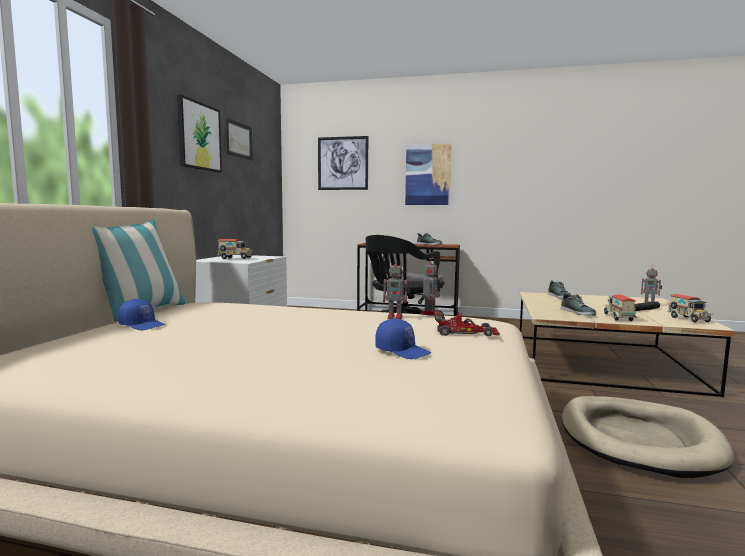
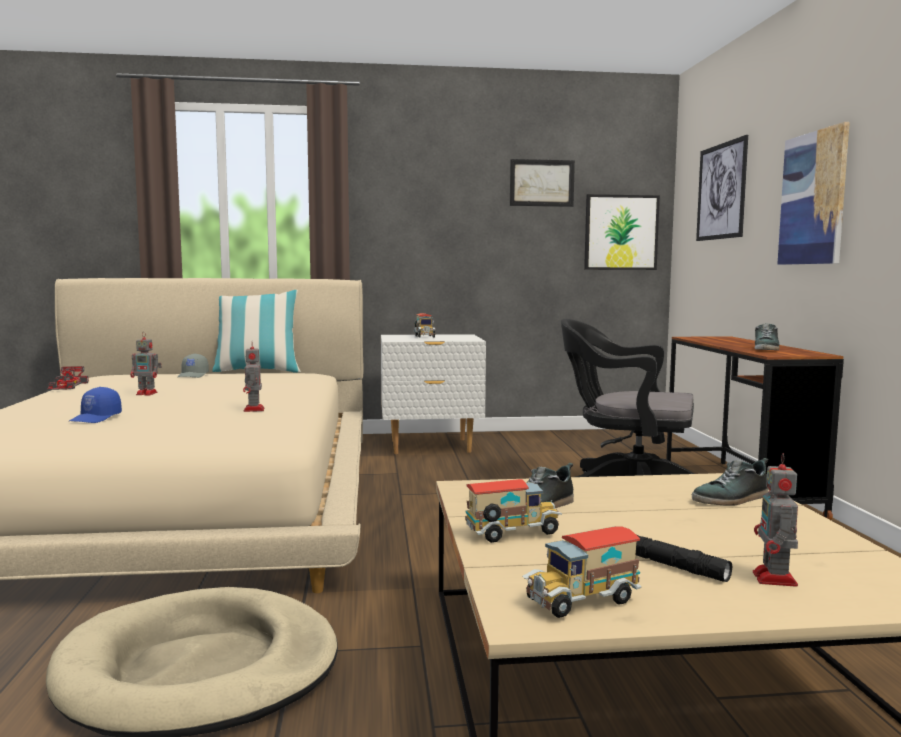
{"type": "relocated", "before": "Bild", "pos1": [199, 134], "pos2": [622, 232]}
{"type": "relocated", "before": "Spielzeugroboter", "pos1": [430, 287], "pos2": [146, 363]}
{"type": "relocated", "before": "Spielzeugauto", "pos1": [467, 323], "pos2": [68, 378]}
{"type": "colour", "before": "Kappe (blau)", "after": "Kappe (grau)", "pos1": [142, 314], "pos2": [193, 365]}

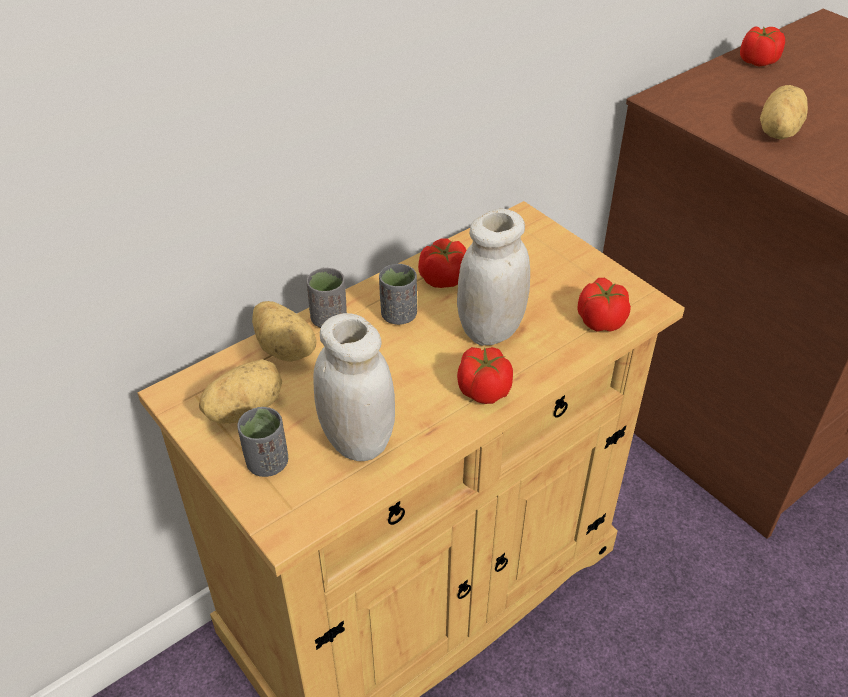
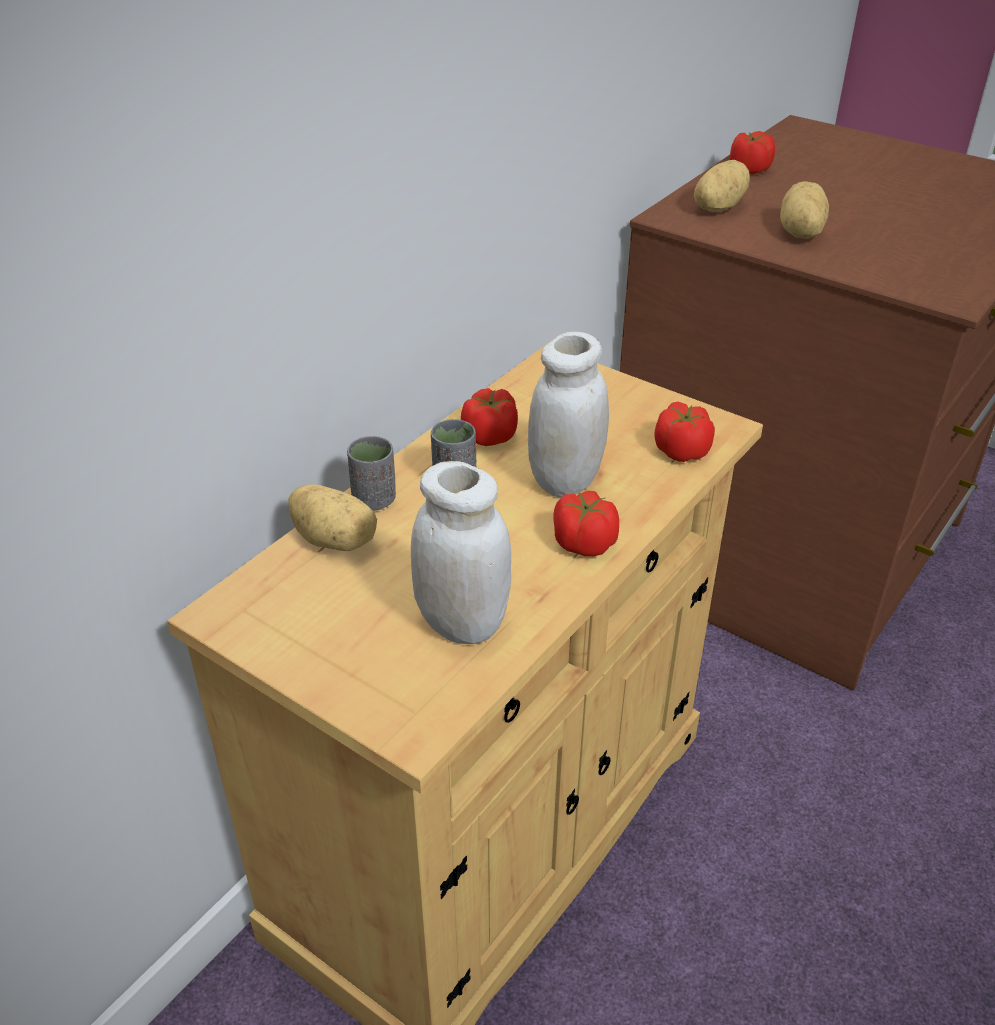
{"type": "missing", "before": "Tasse (grau)", "pos1": [262, 442]}
{"type": "relocated", "before": "Kartoffel", "pos1": [240, 391], "pos2": [722, 186]}

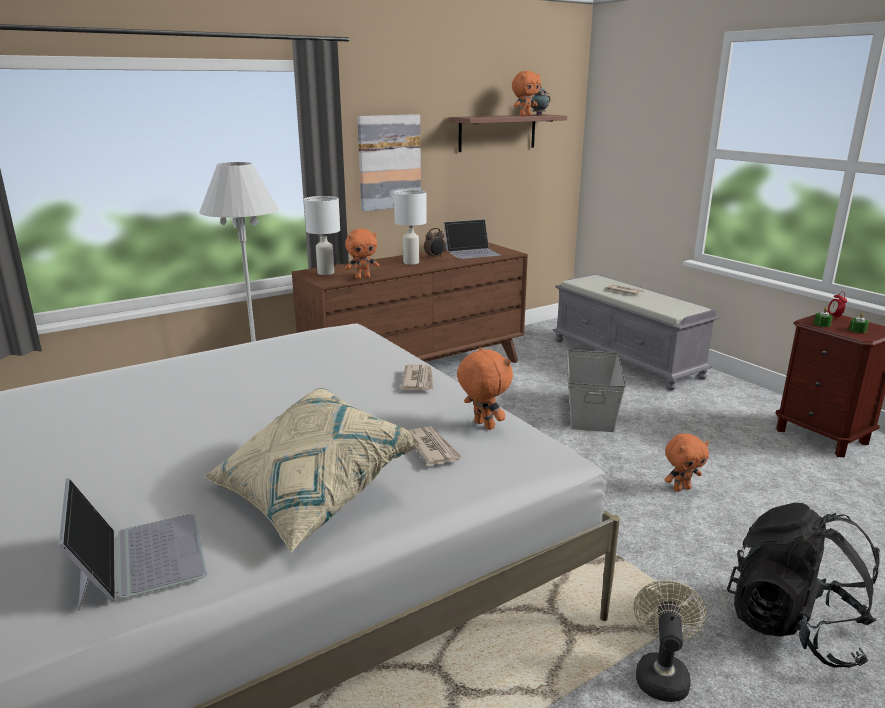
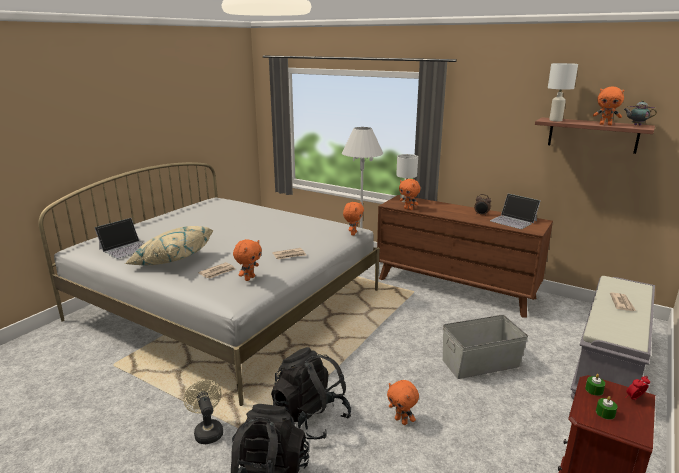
{"type": "missing", "before": "Bild", "pos1": [389, 163]}
{"type": "appeared", "after": "Rucksack (schwarz)", "pos2": [311, 393]}
{"type": "appeared", "after": "Plüschtier (orange)", "pos2": [353, 218]}
{"type": "relocated", "before": "Tischlampe (weiß)", "pos1": [410, 227], "pos2": [563, 92]}
{"type": "spun", "before": "Ventilator (beige)", "pos1": [670, 641], "pos2": [203, 412], "turn": -105}

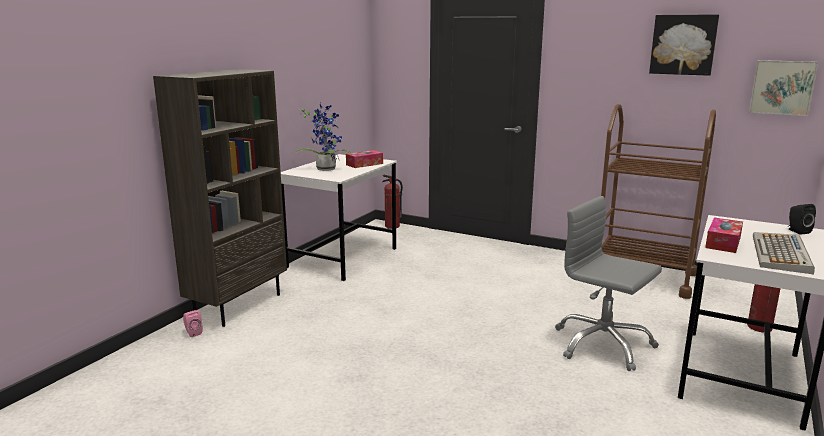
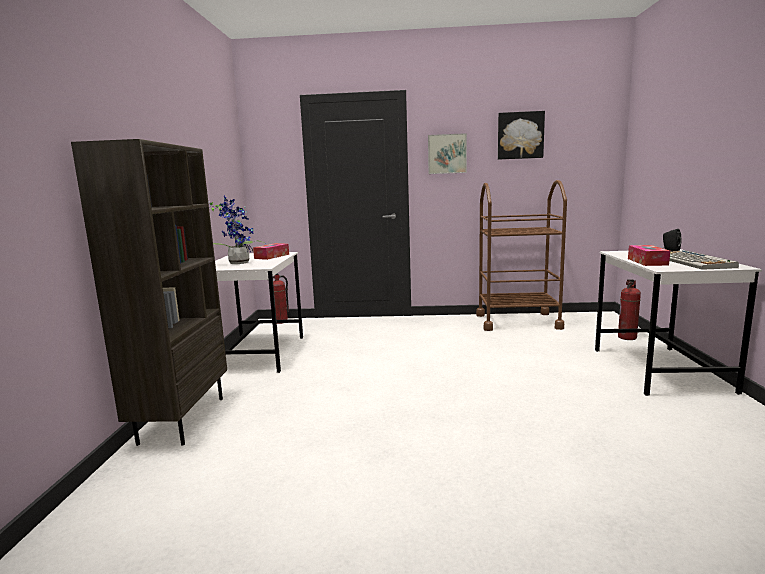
{"type": "missing", "before": "Lautsprecher (rosa)", "pos1": [193, 323]}
{"type": "missing", "before": "Bürostuhl (grau)", "pos1": [608, 283]}
{"type": "relocated", "before": "Bild", "pos1": [783, 88], "pos2": [447, 153]}

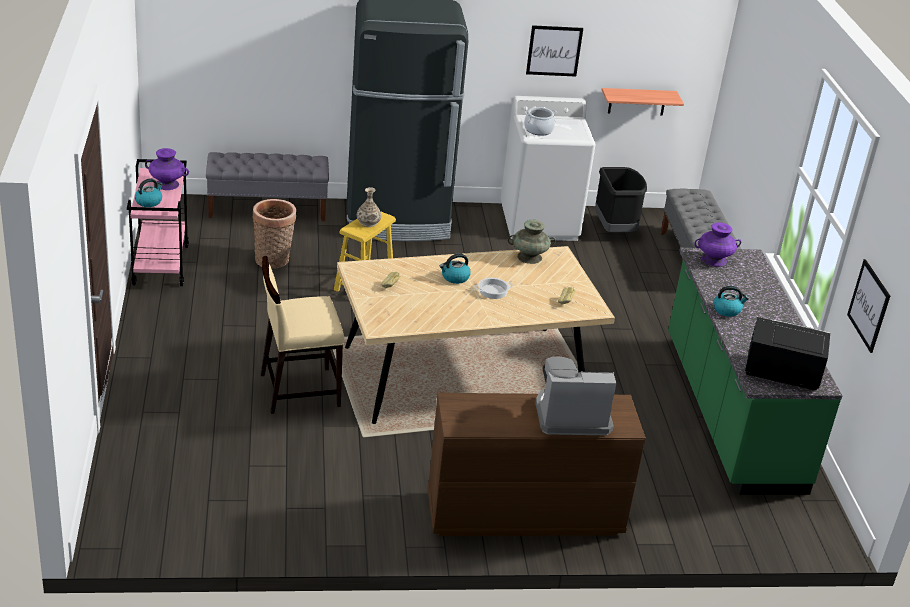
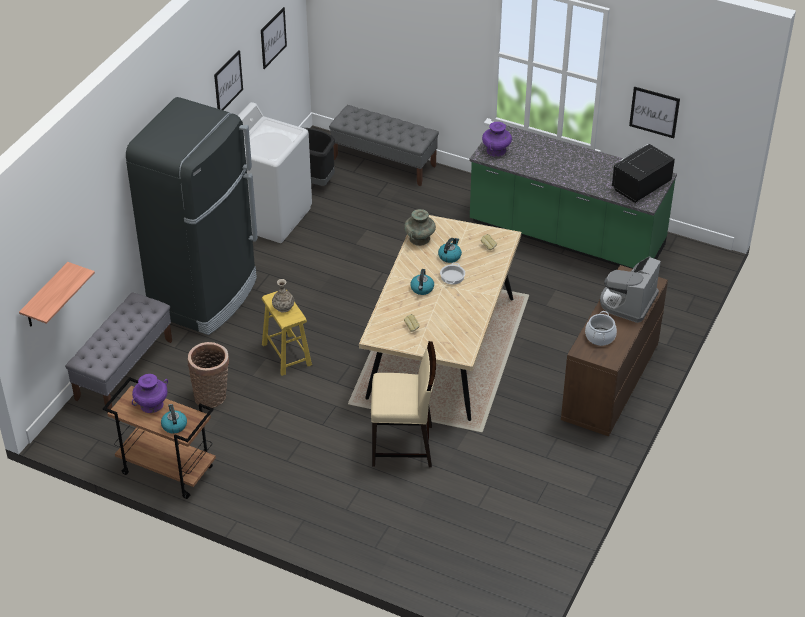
{"type": "appeared", "after": "Bild", "pos2": [274, 38]}
{"type": "relocated", "before": "Kochtopf", "pos1": [540, 121], "pos2": [601, 328]}
{"type": "relocated", "before": "Wandregal", "pos1": [643, 101], "pos2": [57, 294]}
{"type": "relocated", "before": "Wasserkessel", "pos1": [731, 301], "pos2": [450, 250]}
{"type": "colour", "before": "Rollwagen (rosa)", "after": "Rollwagen (braun)", "pos1": [158, 222], "pos2": [159, 438]}
{"type": "spun", "before": "Stuhl (beige)", "pos1": [302, 335], "pos2": [403, 404], "turn": -105}

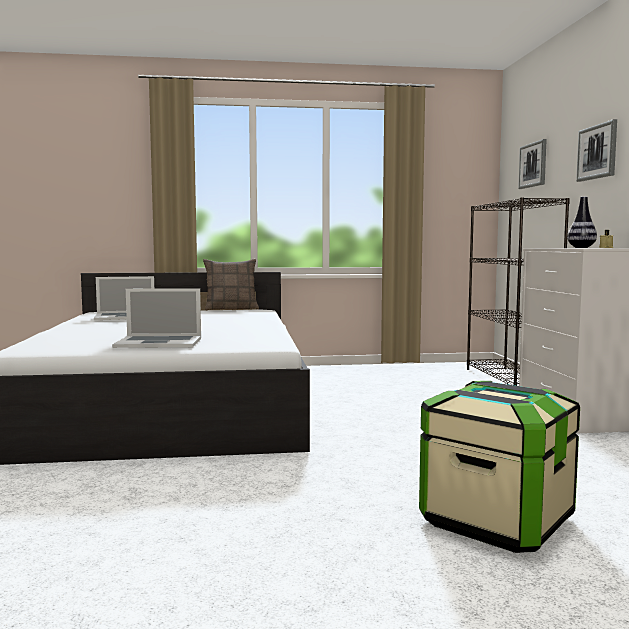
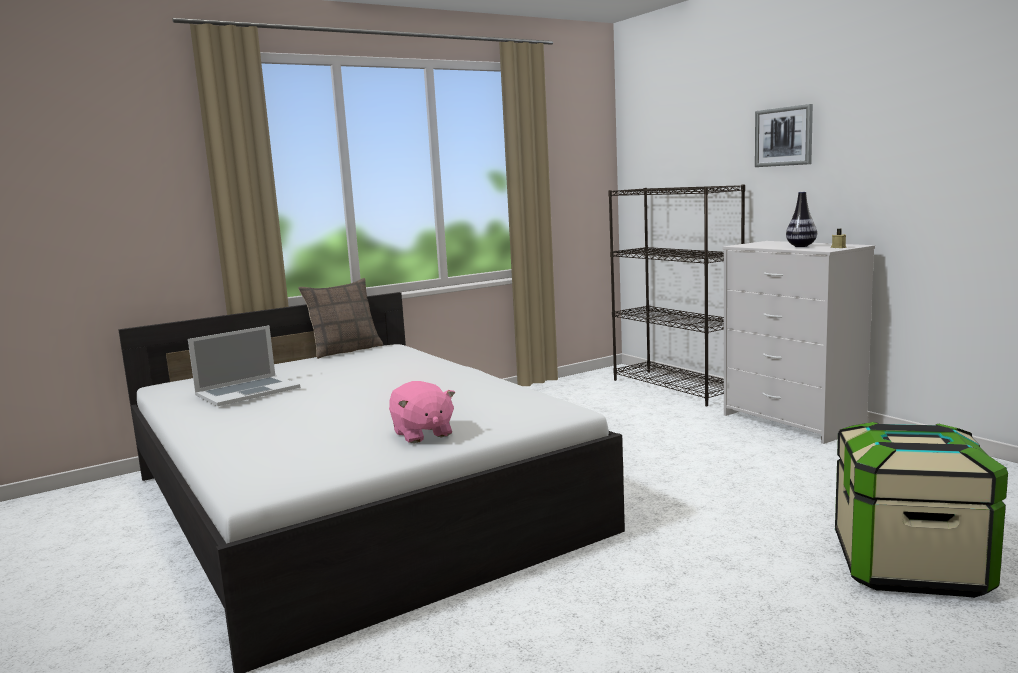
{"type": "missing", "before": "Bild", "pos1": [532, 164]}
{"type": "exchanged", "before": "Laptop", "after": "Plüschtier (rosa)", "pos1": [156, 318], "pos2": [422, 412]}

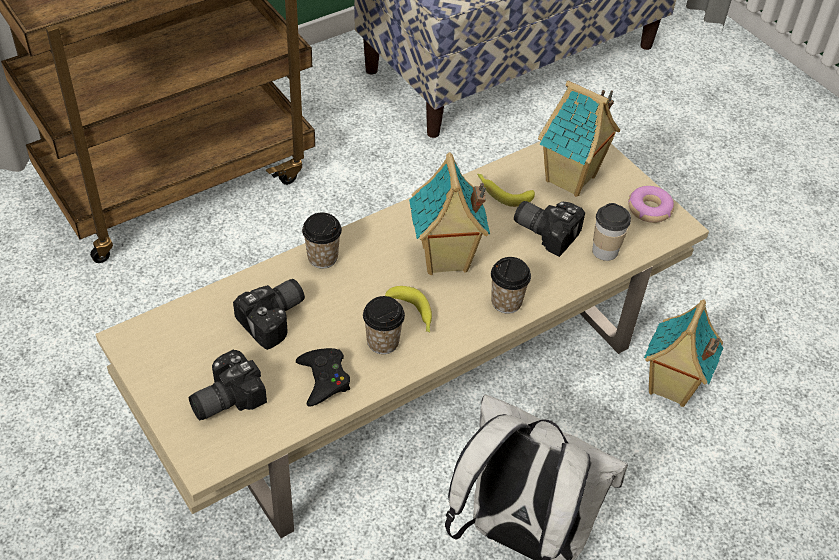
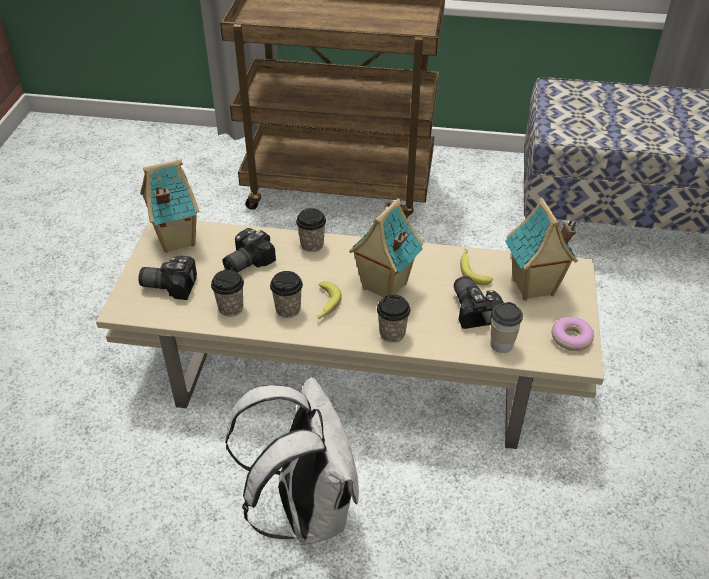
{"type": "relocated", "before": "Spielzeughaus", "pos1": [683, 353], "pos2": [169, 206]}
{"type": "exchanged", "before": "Gamepad (schwarz)", "after": "Tasse", "pos1": [323, 377], "pos2": [227, 293]}
{"type": "spun", "before": "Kamera", "pos1": [269, 314], "pos2": [249, 250], "turn": 135}

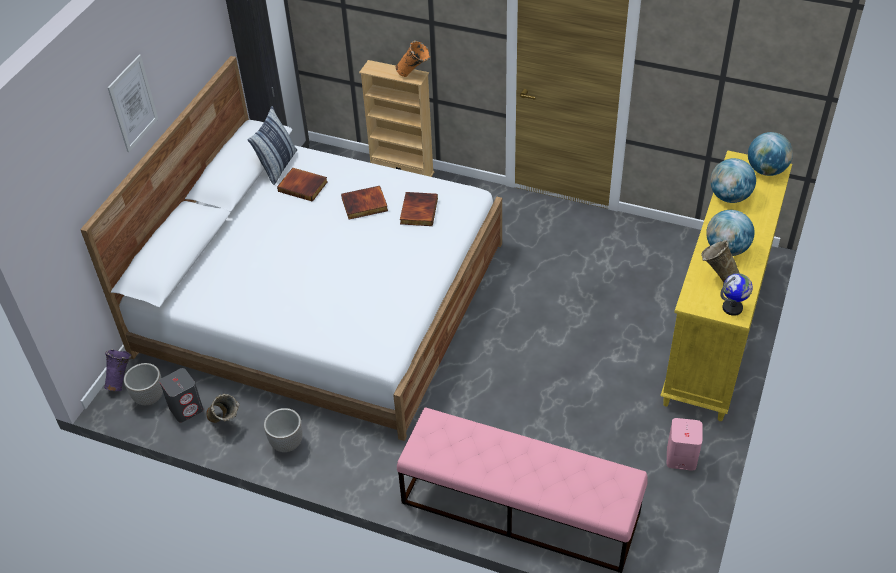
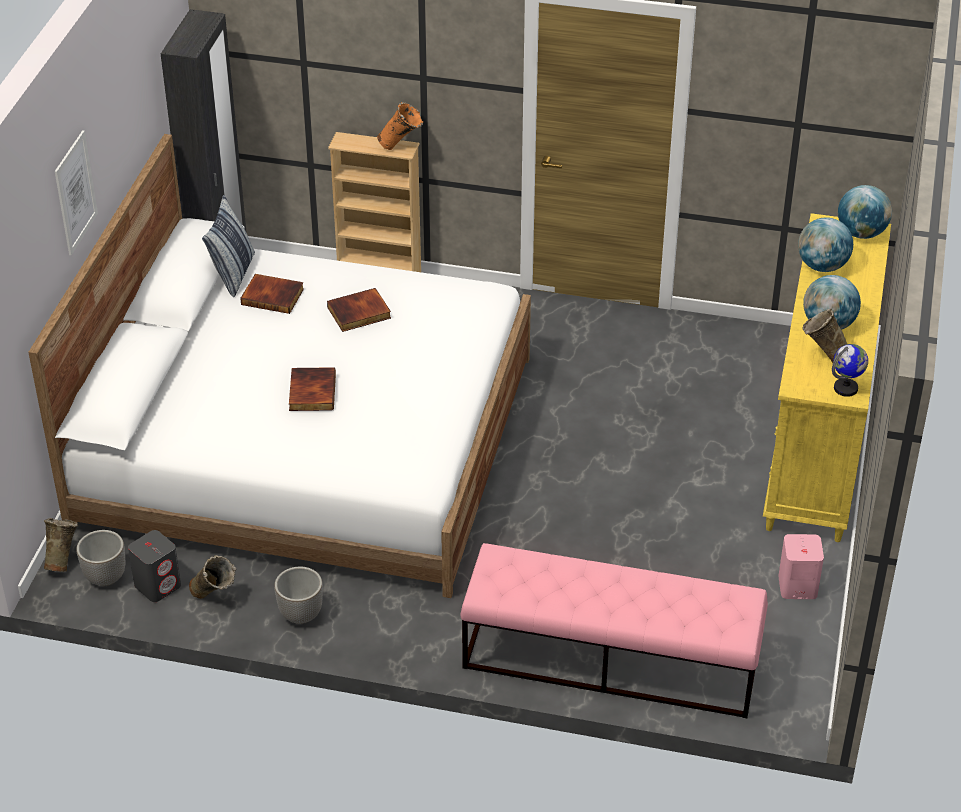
{"type": "relocated", "before": "Buch", "pos1": [419, 209], "pos2": [312, 389]}
{"type": "colour", "before": "Vase (lila)", "after": "Vase (beige)", "pos1": [118, 370], "pos2": [61, 545]}

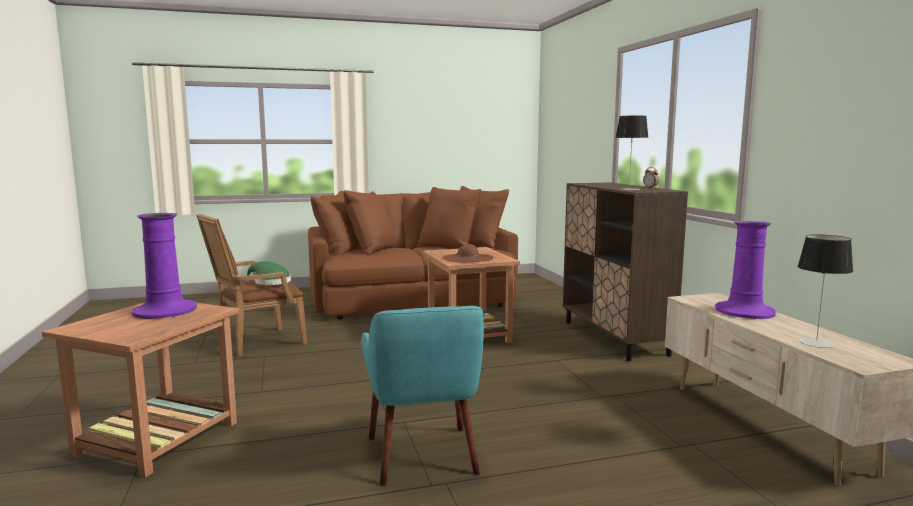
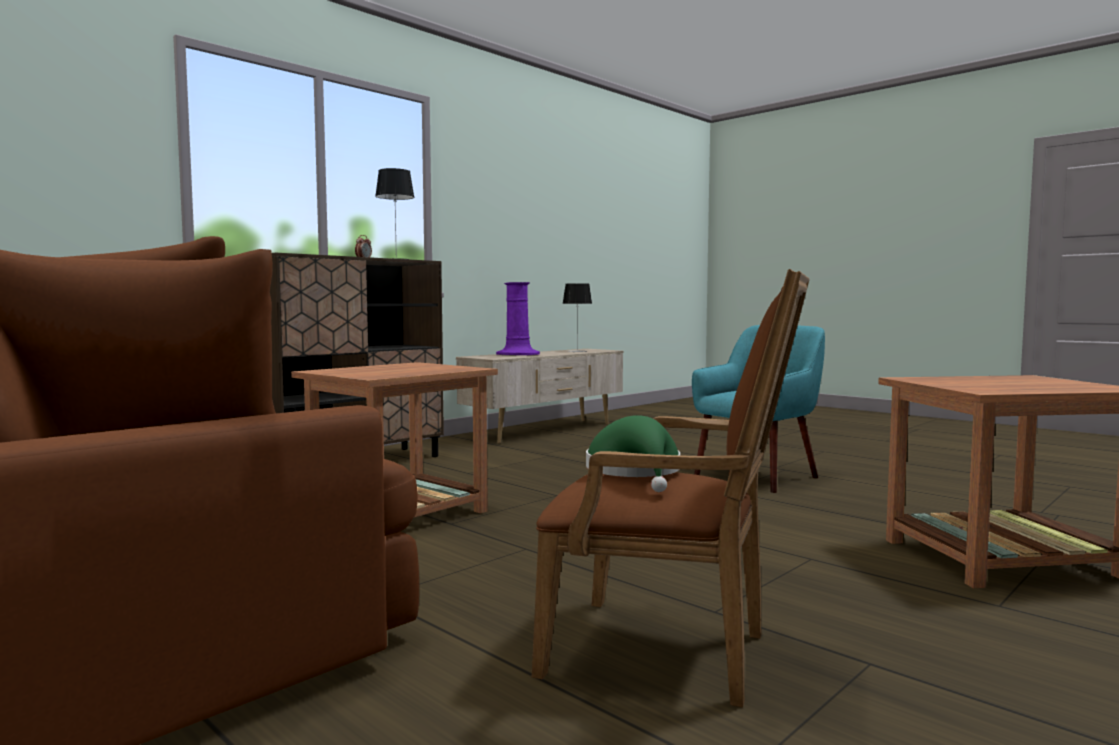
{"type": "missing", "before": "Vase (lila)", "pos1": [164, 266]}
{"type": "missing", "before": "Hut (braun)", "pos1": [468, 253]}

